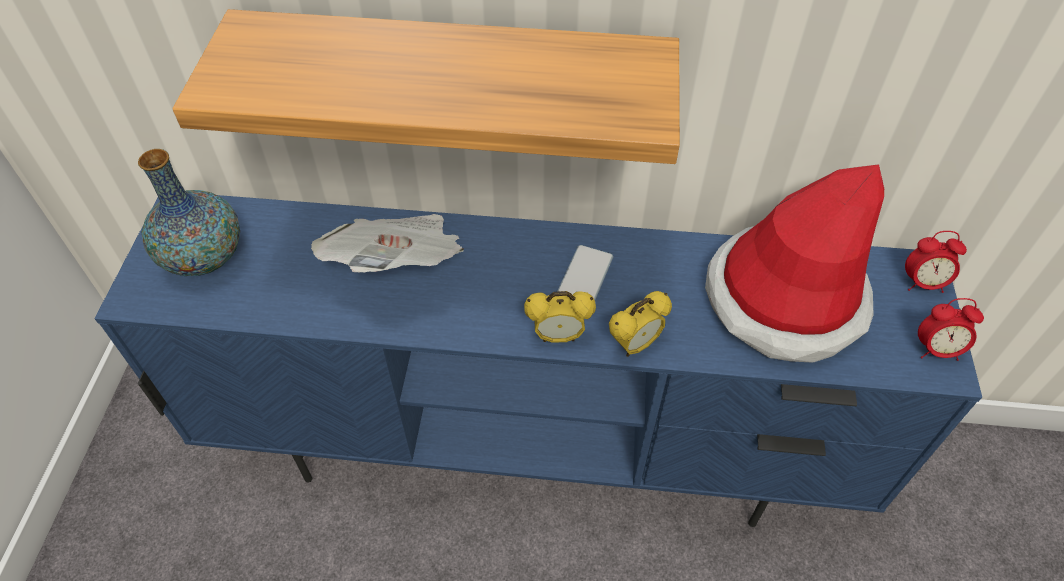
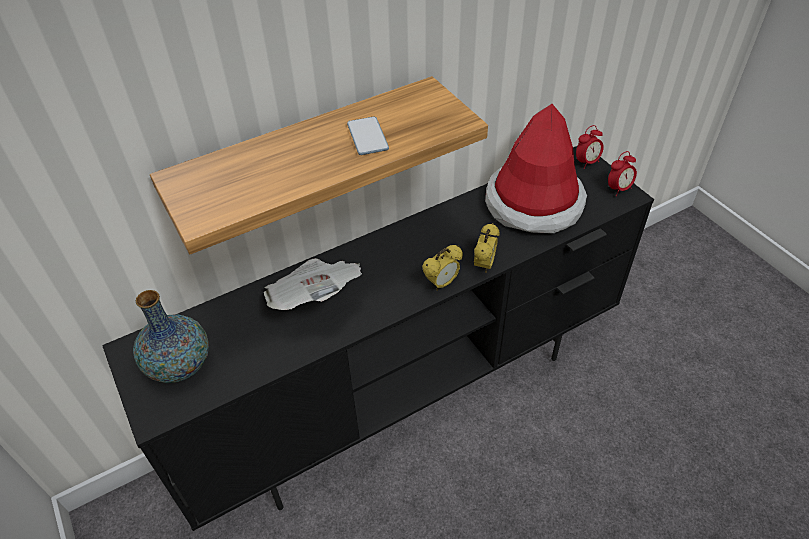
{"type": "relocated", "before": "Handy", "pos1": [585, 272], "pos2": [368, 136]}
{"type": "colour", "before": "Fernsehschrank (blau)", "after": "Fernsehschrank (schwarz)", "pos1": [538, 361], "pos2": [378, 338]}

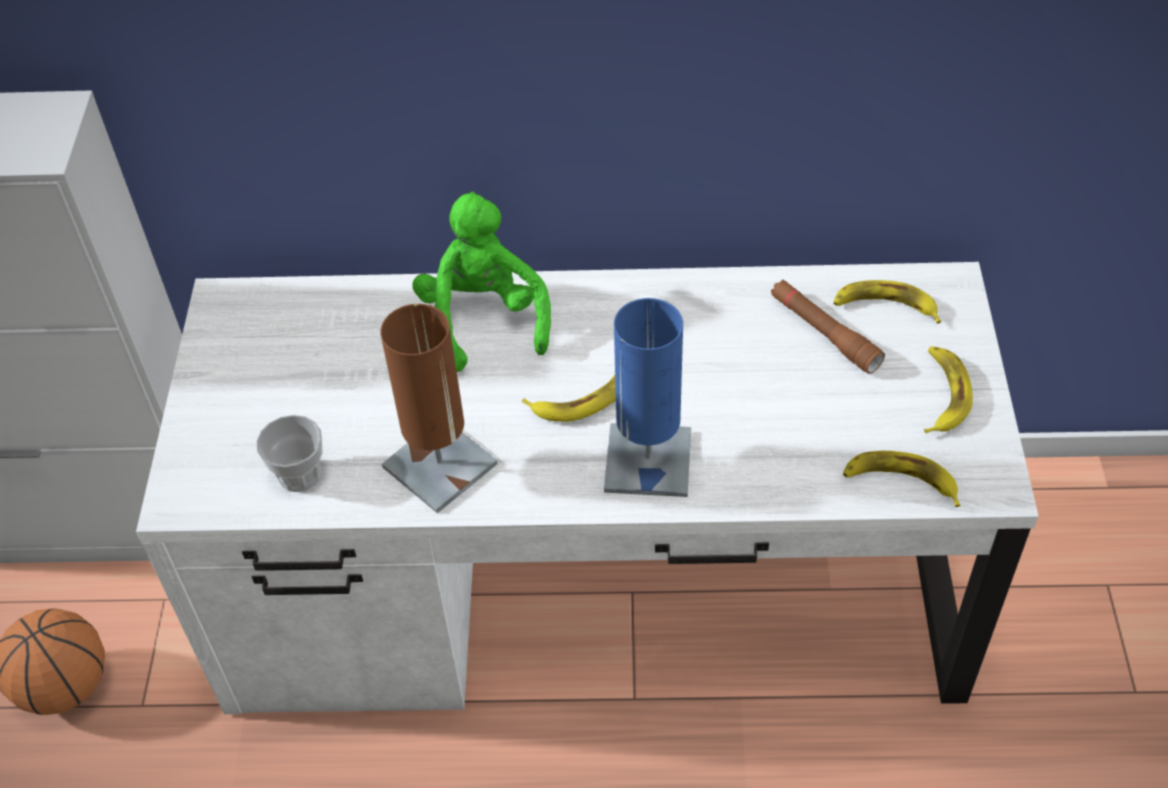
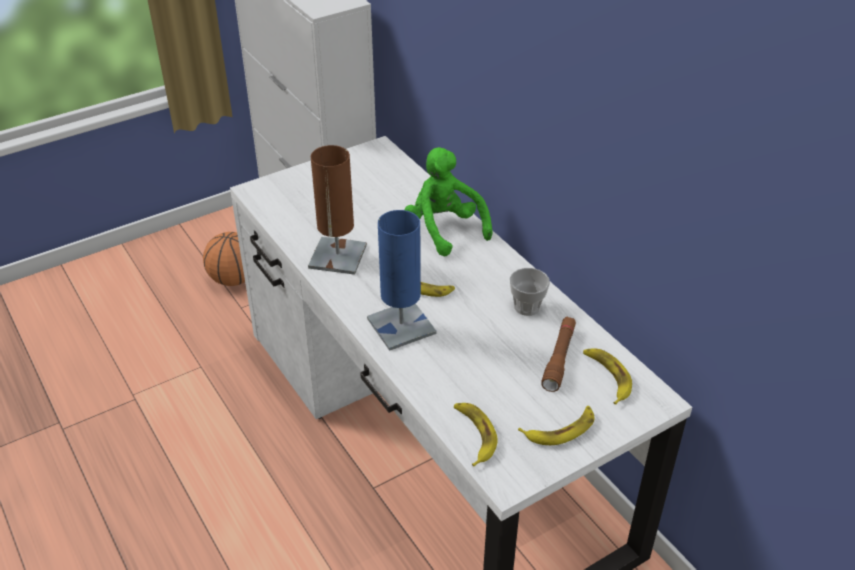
{"type": "relocated", "before": "Tasse", "pos1": [289, 453], "pos2": [530, 292]}
{"type": "spun", "before": "Plüschtier (grün)", "pos1": [481, 282], "pos2": [448, 201], "turn": -75}

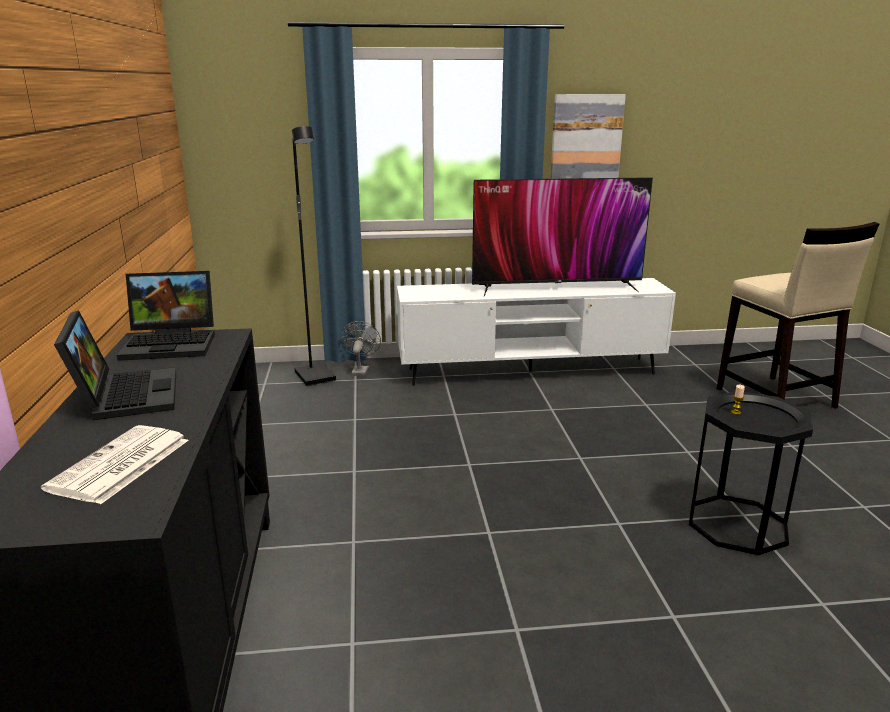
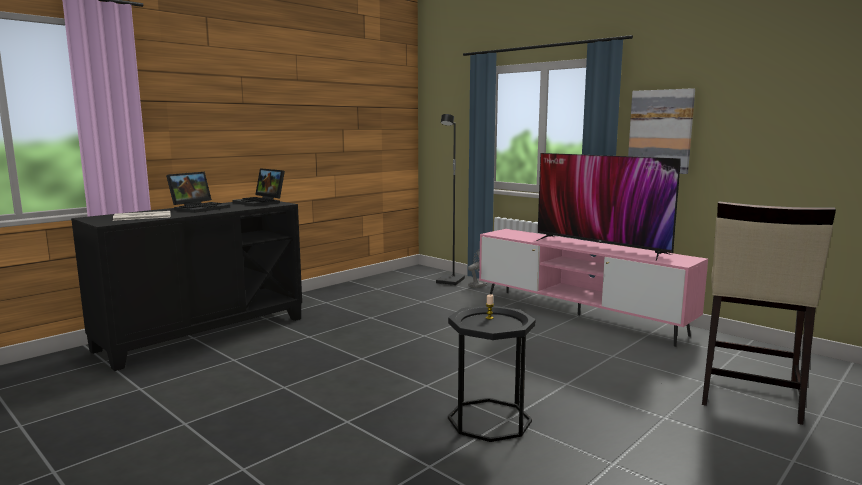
{"type": "colour", "before": "Fernsehschrank (weiß)", "after": "Fernsehschrank (rosa)", "pos1": [536, 331], "pos2": [593, 288]}

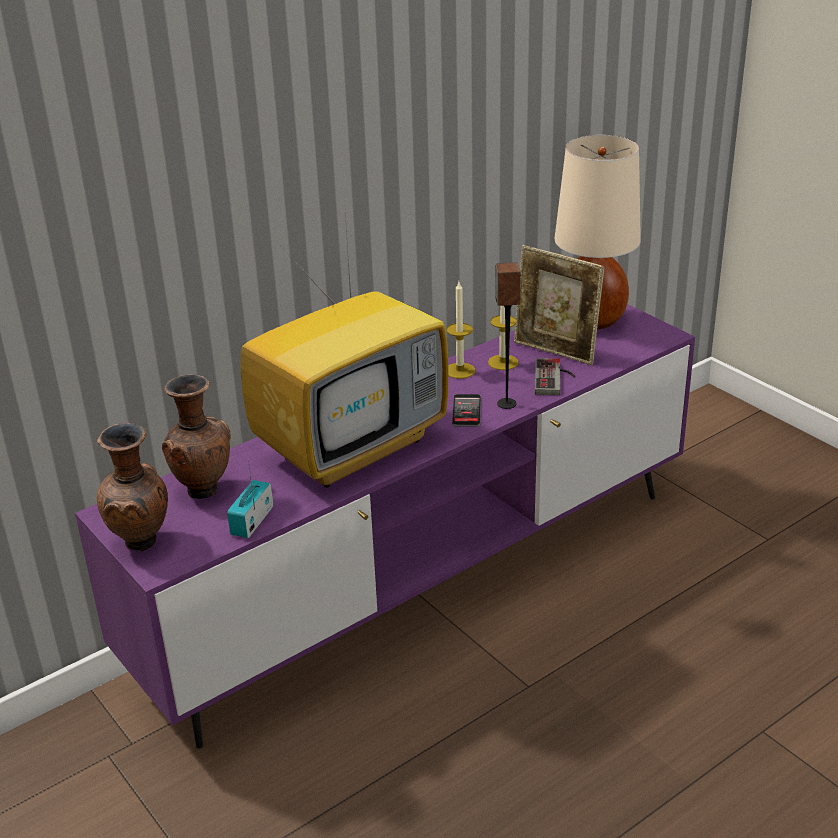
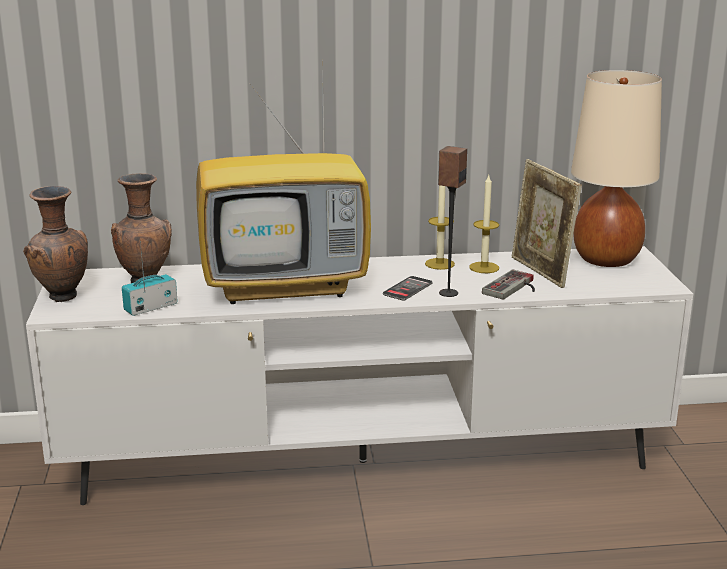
{"type": "colour", "before": "Fernsehschrank (lila)", "after": "Fernsehschrank (weiß)", "pos1": [385, 526], "pos2": [359, 375]}

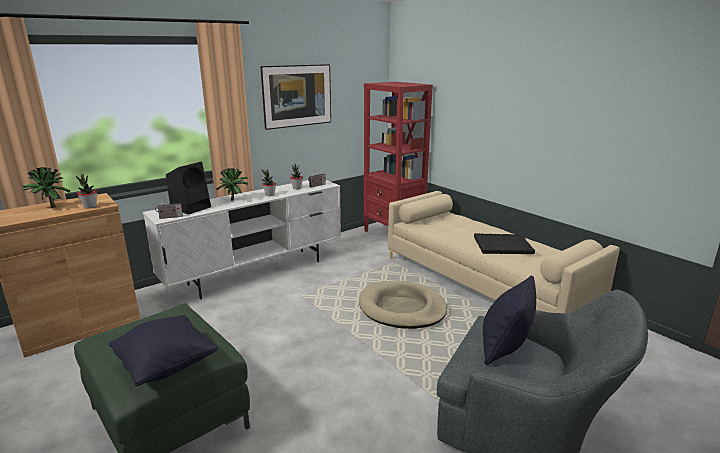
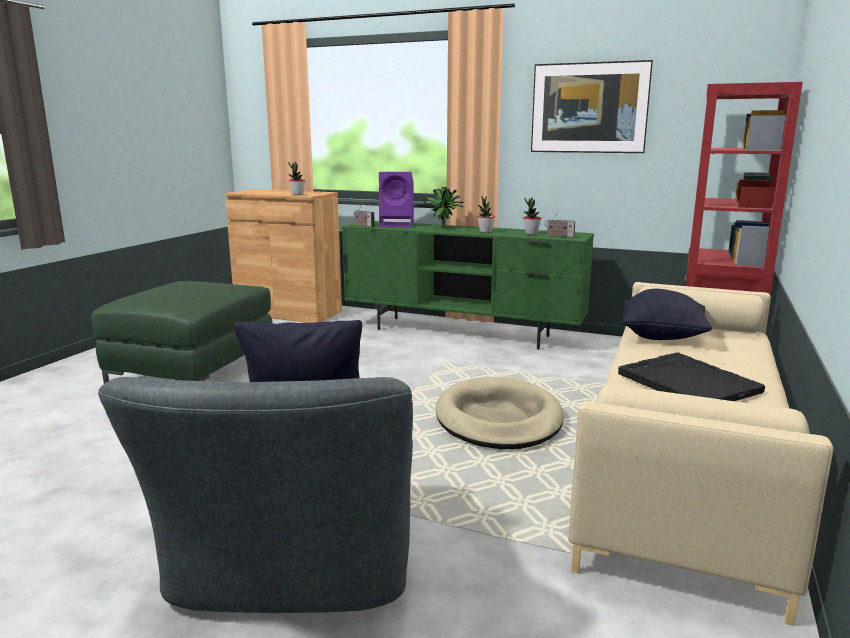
{"type": "missing", "before": "Topfpflanze", "pos1": [46, 187]}
{"type": "relocated", "before": "Kissen (schwarz)", "pos1": [163, 350], "pos2": [667, 314]}
{"type": "colour", "before": "Fernsehschrank (weiß)", "after": "Fernsehschrank (grün)", "pos1": [242, 239], "pos2": [468, 285]}
{"type": "colour", "before": "Lautsprecher (schwarz)", "after": "Lautsprecher (lila)", "pos1": [188, 188], "pos2": [396, 199]}

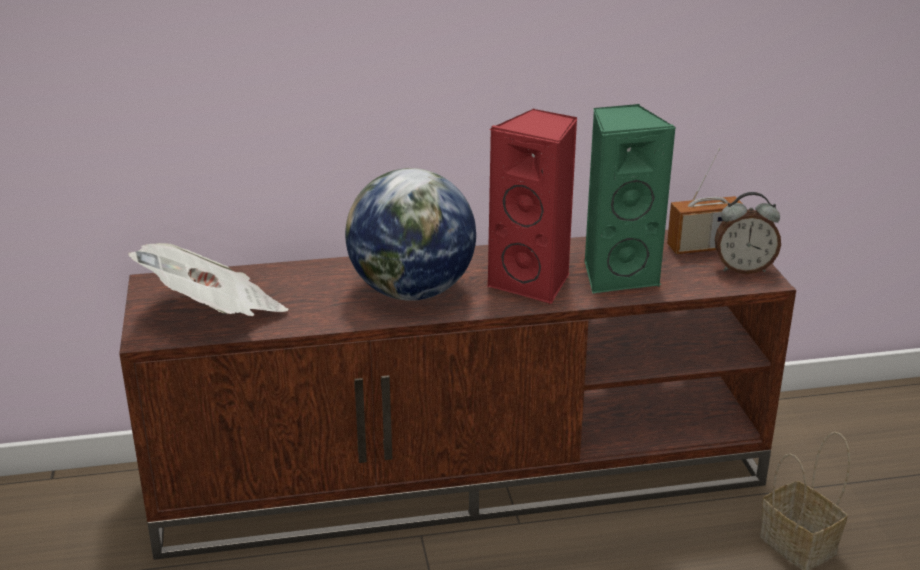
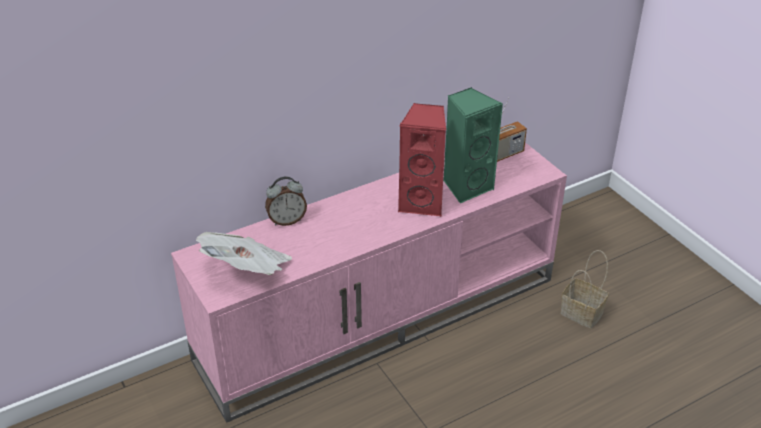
{"type": "missing", "before": "Globus", "pos1": [410, 234]}
{"type": "relocated", "before": "Wecker", "pos1": [748, 233], "pos2": [286, 201]}
{"type": "colour", "before": "Fernsehschrank (braun)", "after": "Fernsehschrank (rosa)", "pos1": [457, 395], "pos2": [369, 282]}

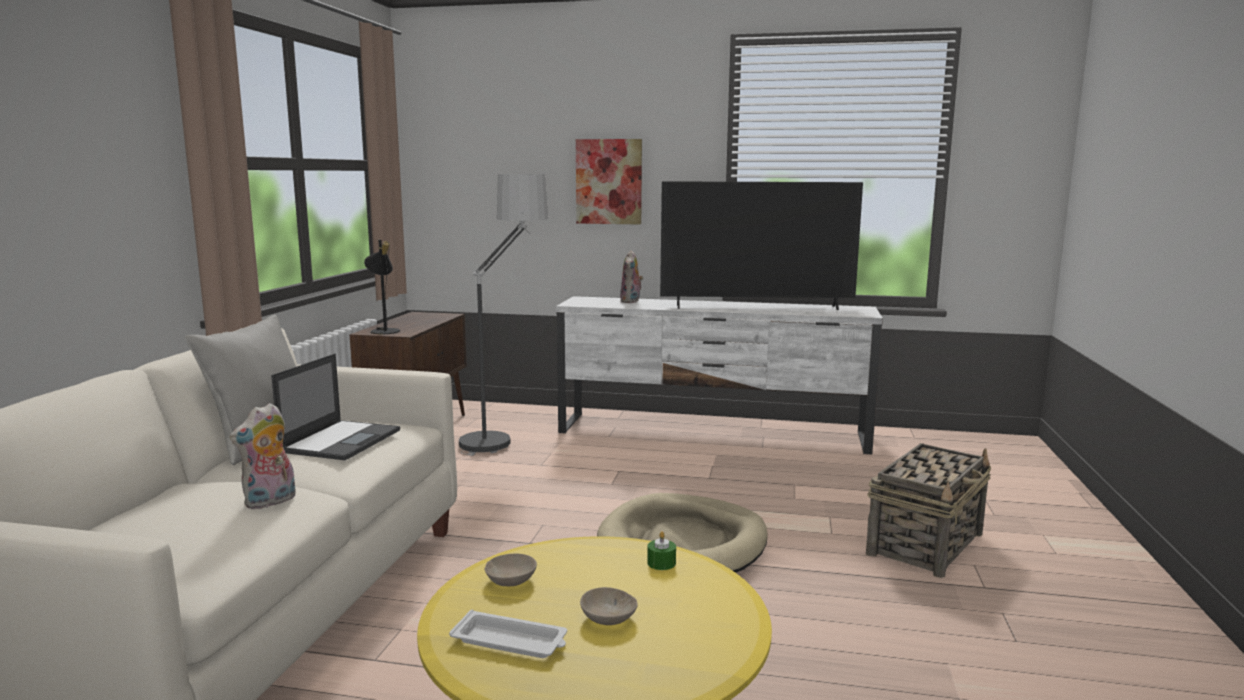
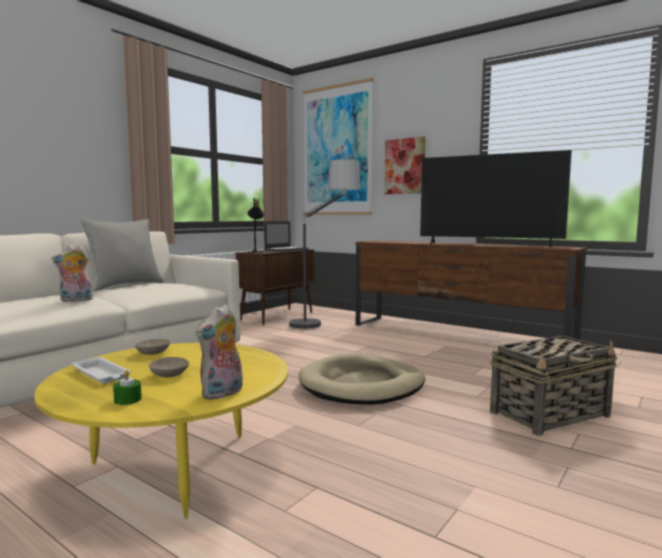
{"type": "appeared", "after": "Bild", "pos2": [338, 146]}
{"type": "relocated", "before": "Laptop", "pos1": [335, 407], "pos2": [286, 236]}
{"type": "relocated", "before": "Plüschtier", "pos1": [631, 276], "pos2": [219, 352]}
{"type": "relocated", "before": "Kerze (grün)", "pos1": [661, 550], "pos2": [127, 387]}
{"type": "colour", "before": "Fernsehschrank (weiß)", "after": "Fernsehschrank (braun)", "pos1": [719, 375], "pos2": [471, 290]}

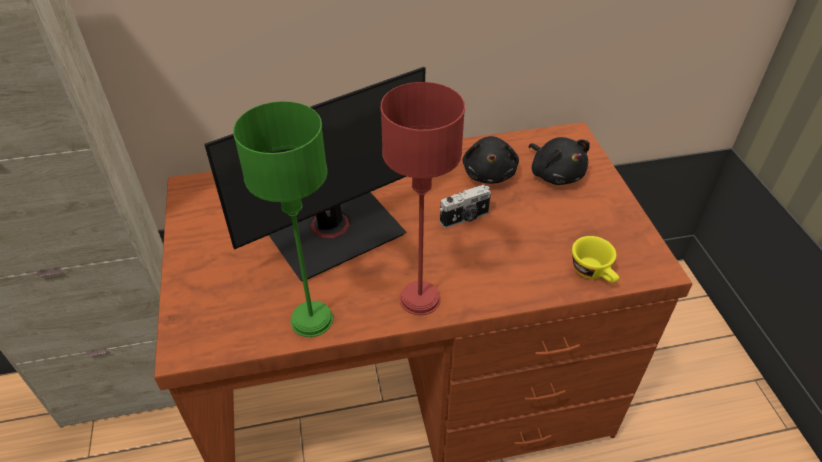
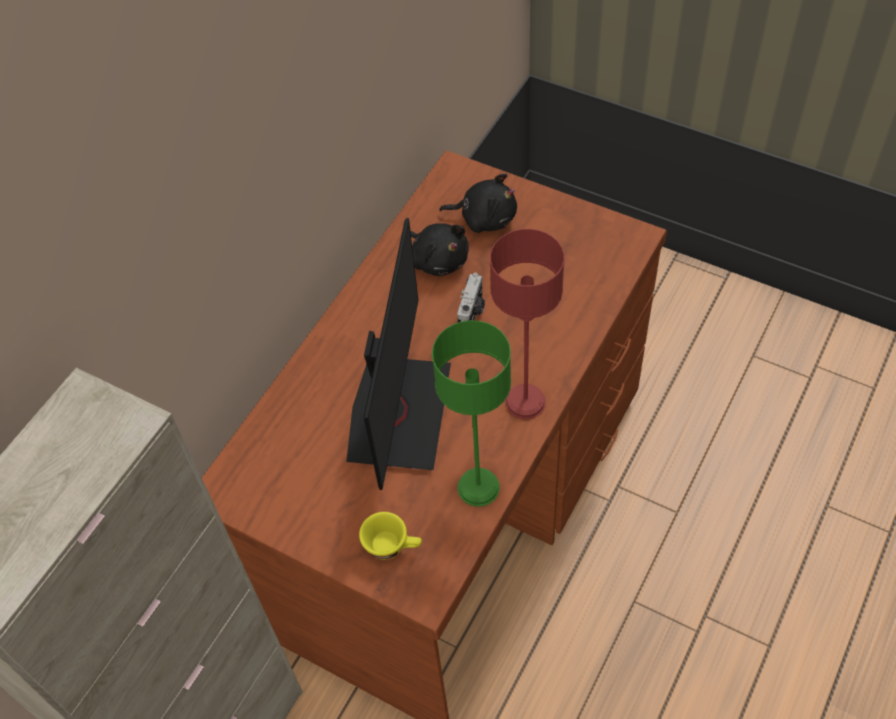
{"type": "relocated", "before": "Tasse (gelb)", "pos1": [595, 259], "pos2": [390, 536]}

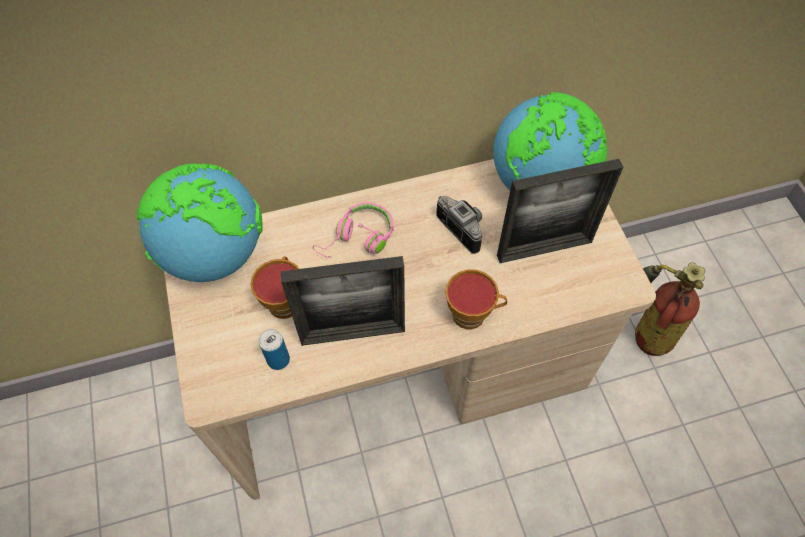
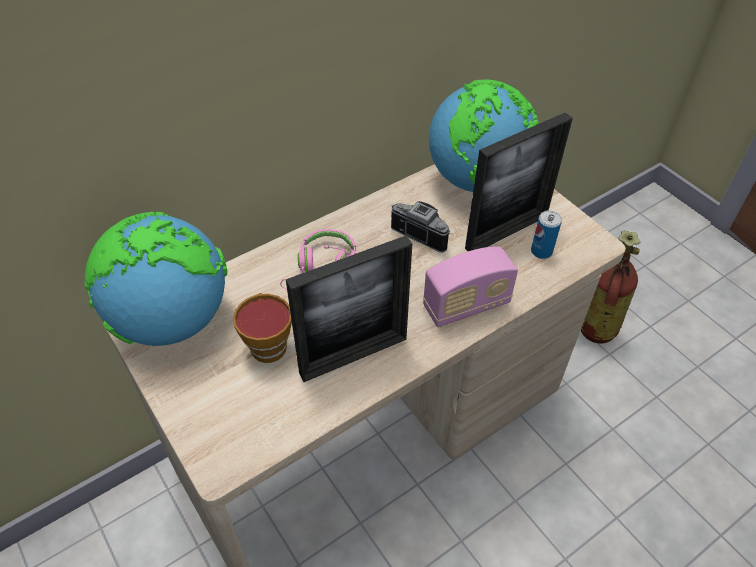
{"type": "relocated", "before": "Dose", "pos1": [274, 349], "pos2": [546, 235]}
{"type": "exchanged", "before": "Tasse", "after": "Radio", "pos1": [476, 299], "pos2": [470, 286]}

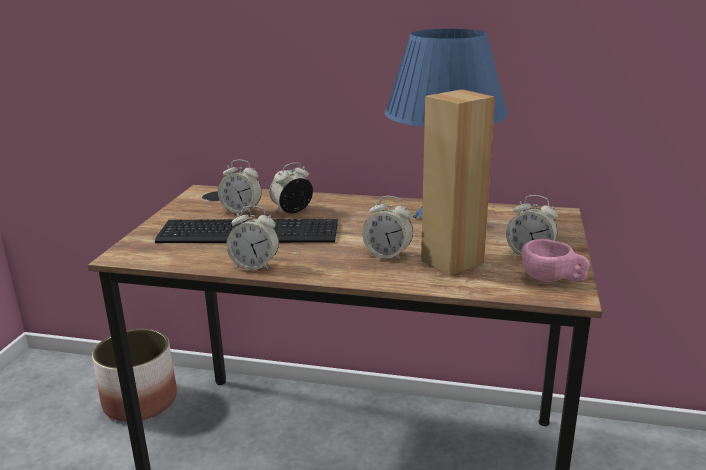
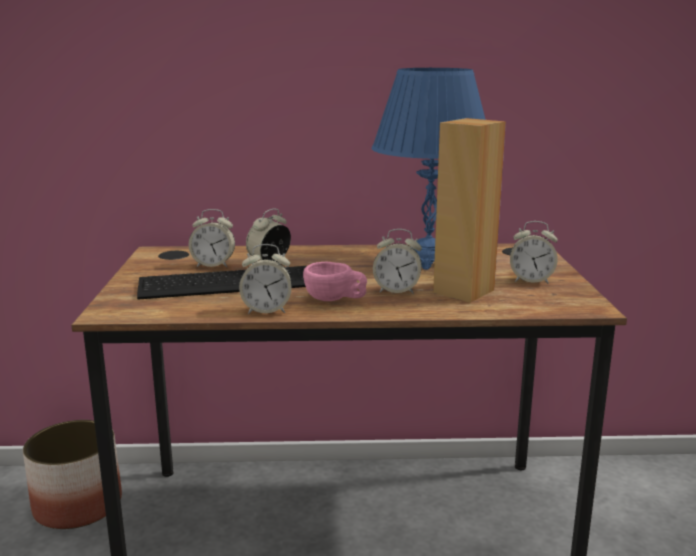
{"type": "relocated", "before": "Tasse (rosa)", "pos1": [556, 260], "pos2": [335, 281]}

